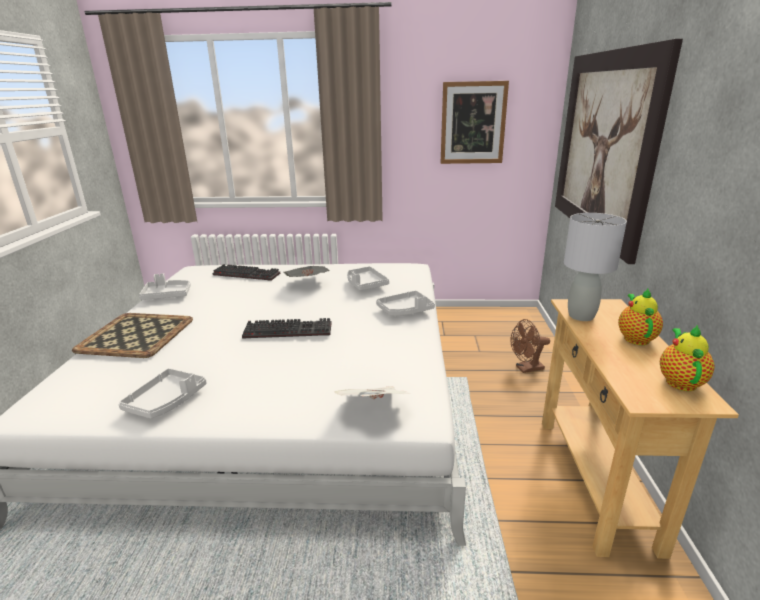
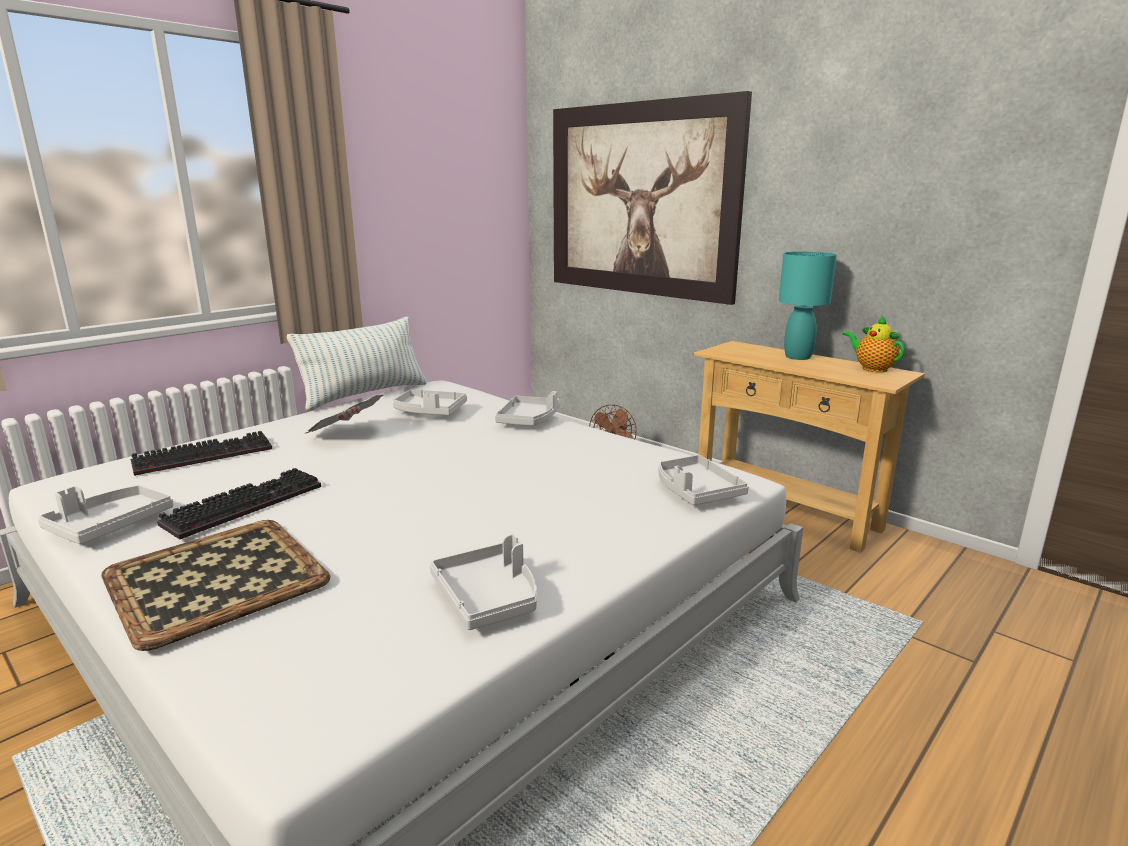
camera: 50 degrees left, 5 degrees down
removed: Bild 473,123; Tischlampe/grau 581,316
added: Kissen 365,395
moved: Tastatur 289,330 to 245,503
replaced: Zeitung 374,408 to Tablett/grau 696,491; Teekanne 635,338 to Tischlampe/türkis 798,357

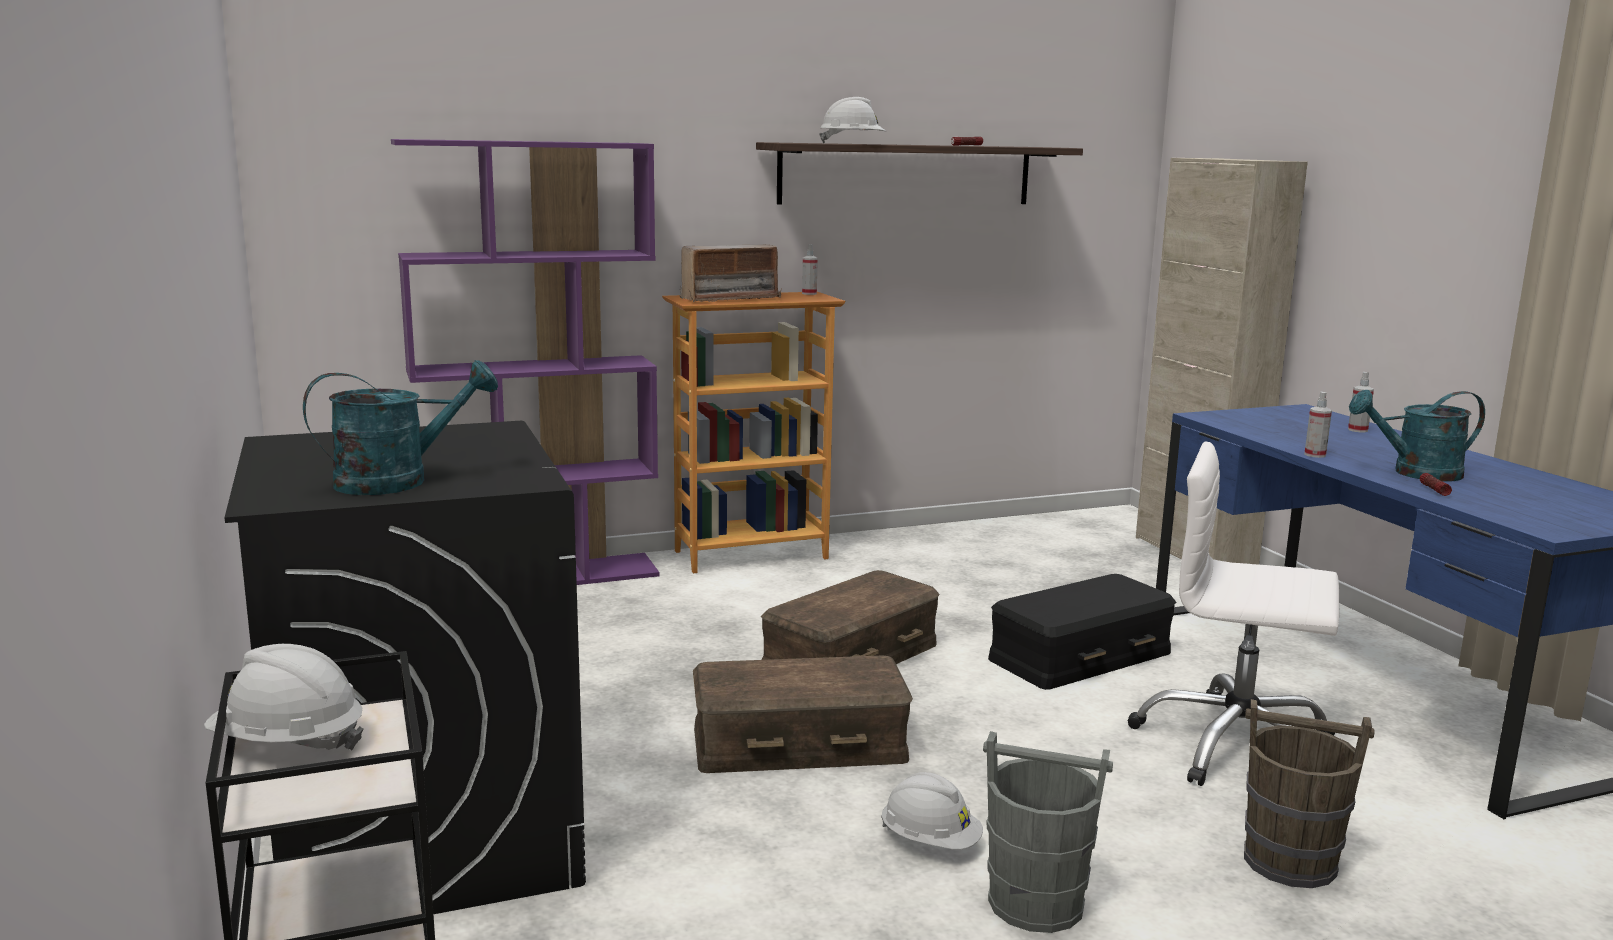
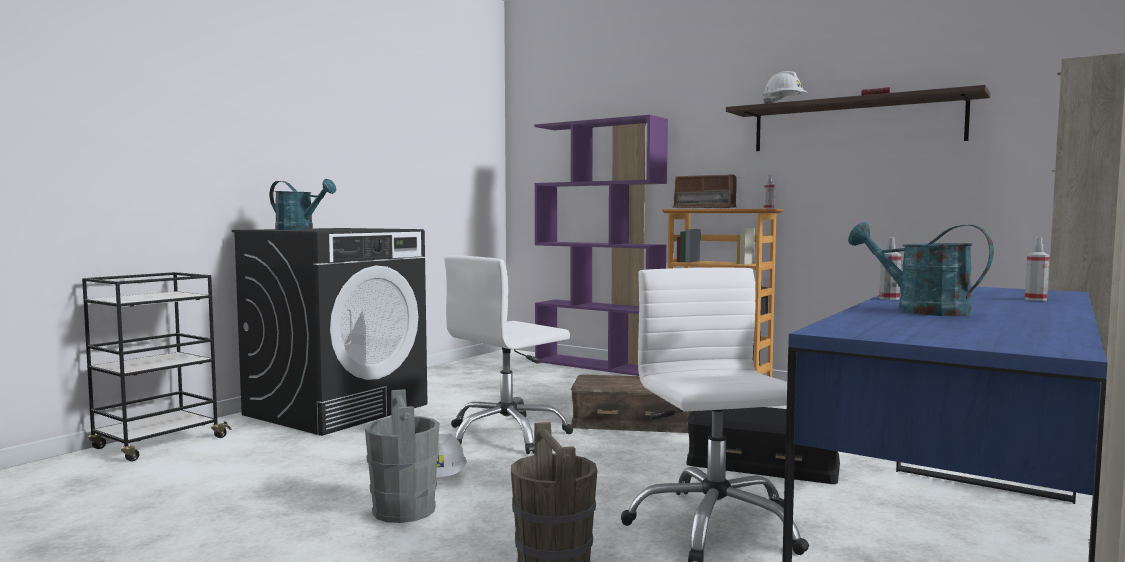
camera: 55 degrees right, 10 degrees down
removed: Schutzhelm/weiß 288,744; Taschenlampe 1434,490
replaced: Aufbewahrungsbox/braun 799,744 to Bürostuhl/weiß 507,435

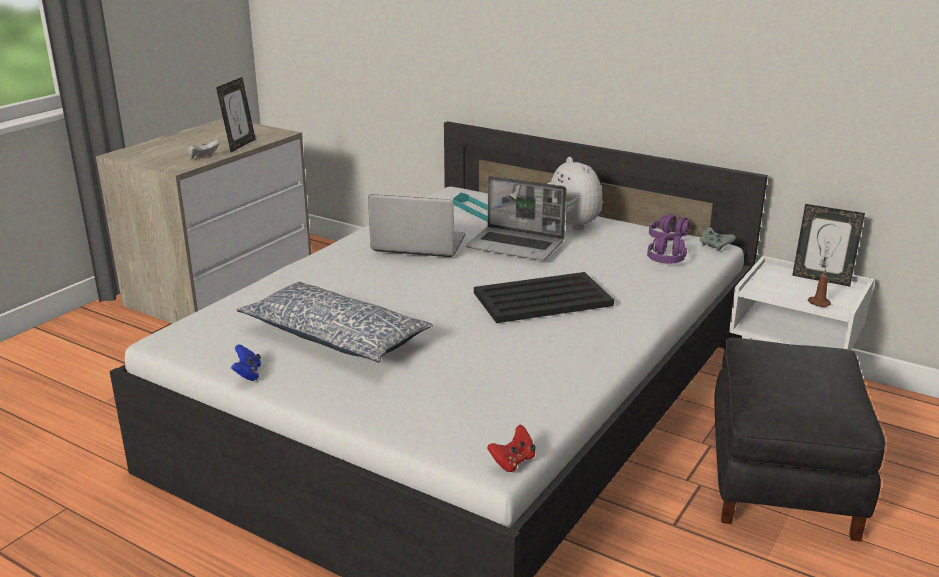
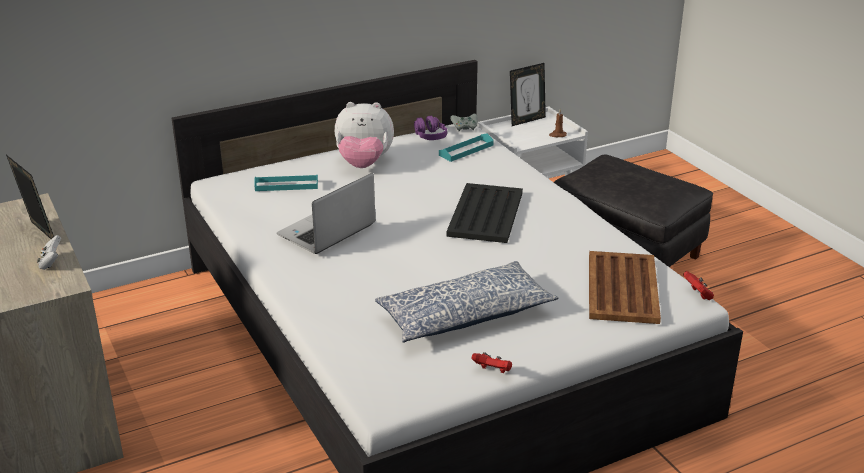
camera: 60 degrees left, 5 degrees up
removed: Laptop 516,246
added: Tablett/braun 622,287
replaced: Kopfhörer/lila 666,259 to Tablett/türkis 466,150
recoloured: Gamepad/blau 248,374 to Gamepad/rot 492,371

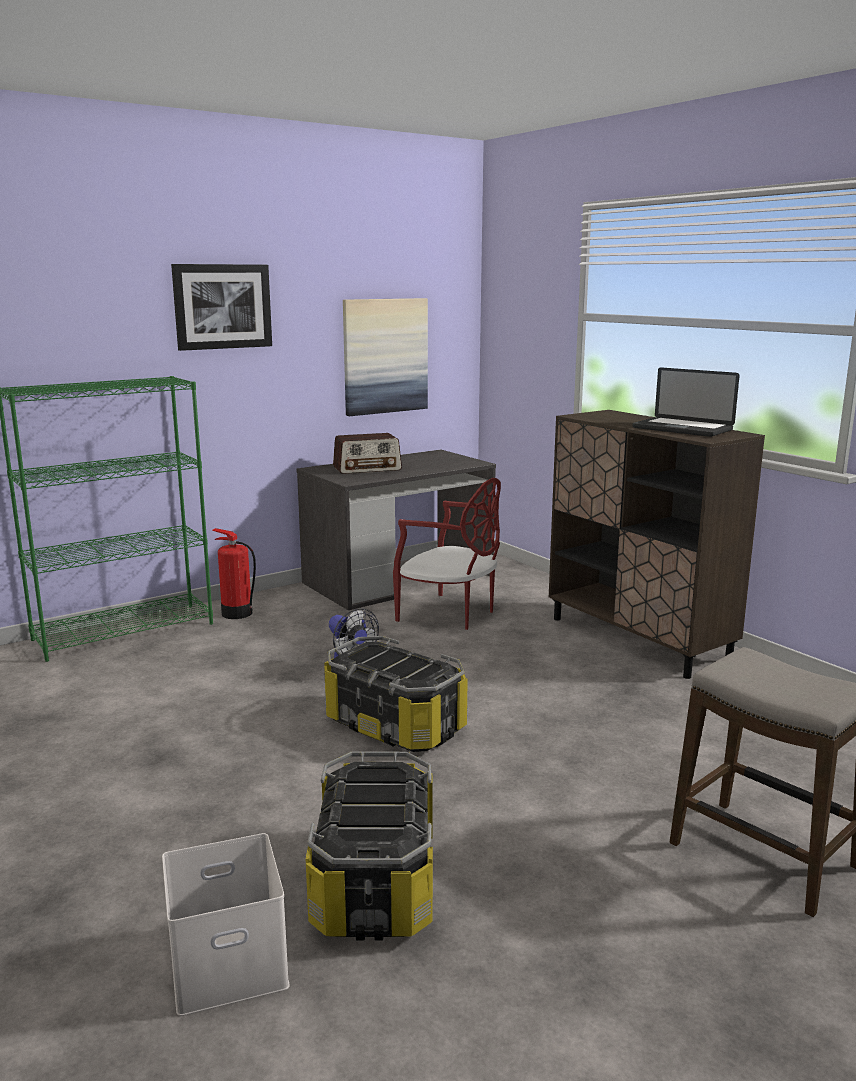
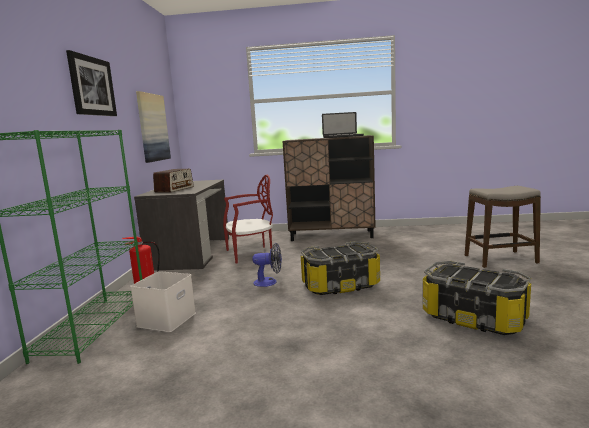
camera: 50 degrees left, 5 degrees down
moved: Aufbewahrungsbox/weiß 230,961 to 166,319

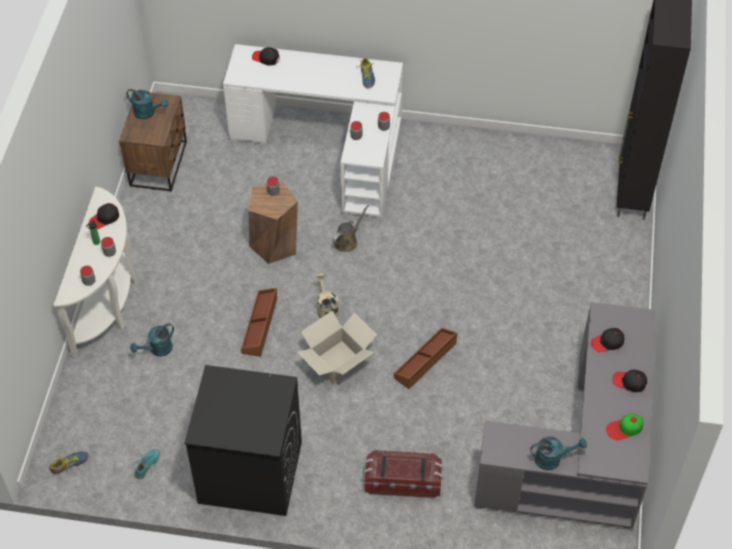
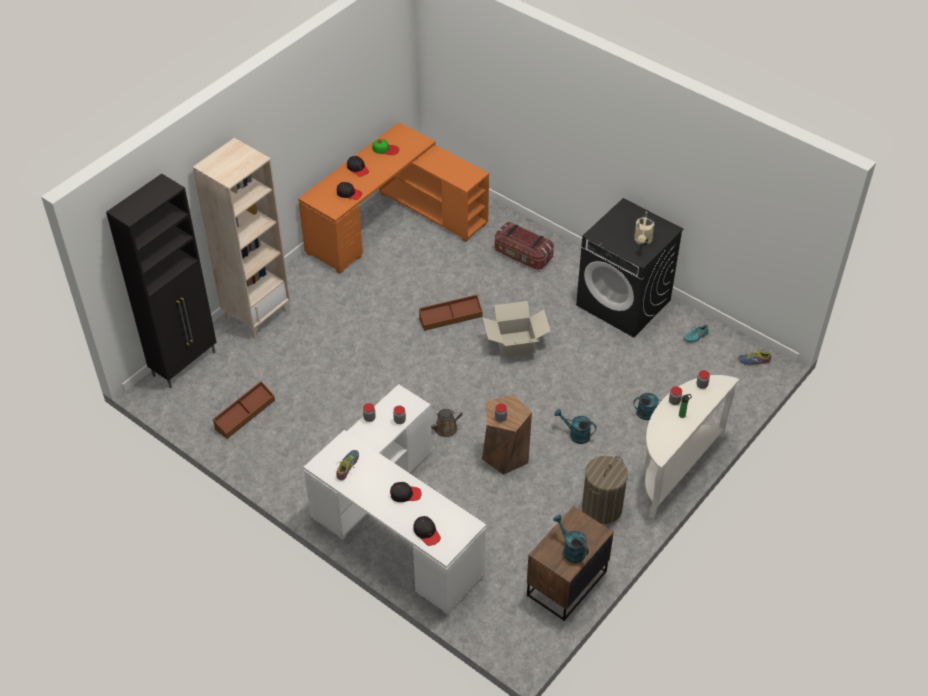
camera: 150 degrees left, 5 degrees down
added: Bücherregal/beige 257,314; Wäschekorb 602,508
moved: Kappe/schwarz 104,218 to 405,494; Aufbewahrungsbox/braun 260,326 to 244,414; Gießkanne/beige 326,308 to 642,241; Gießkanne/türkis 552,459 to 576,434
recoloured: Schreibtisch/grau 582,454 to Schreibtisch/orange 393,223

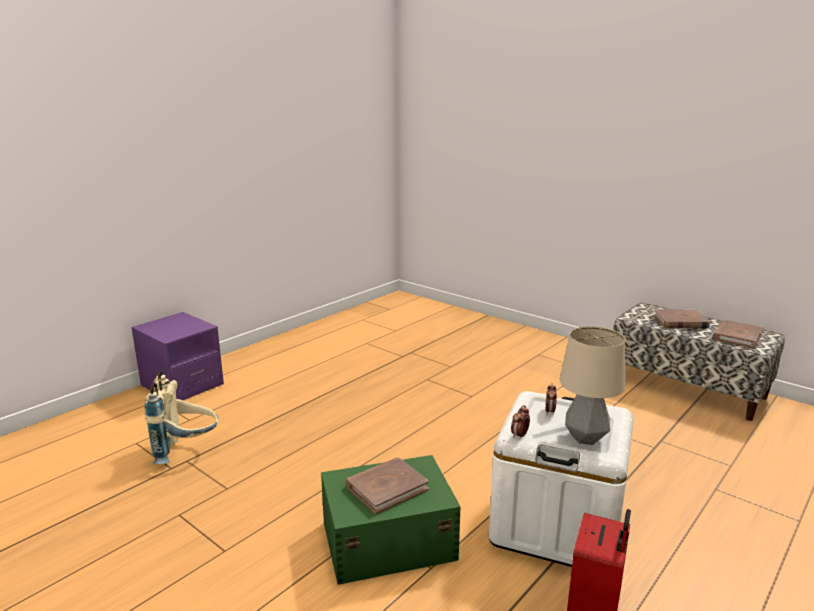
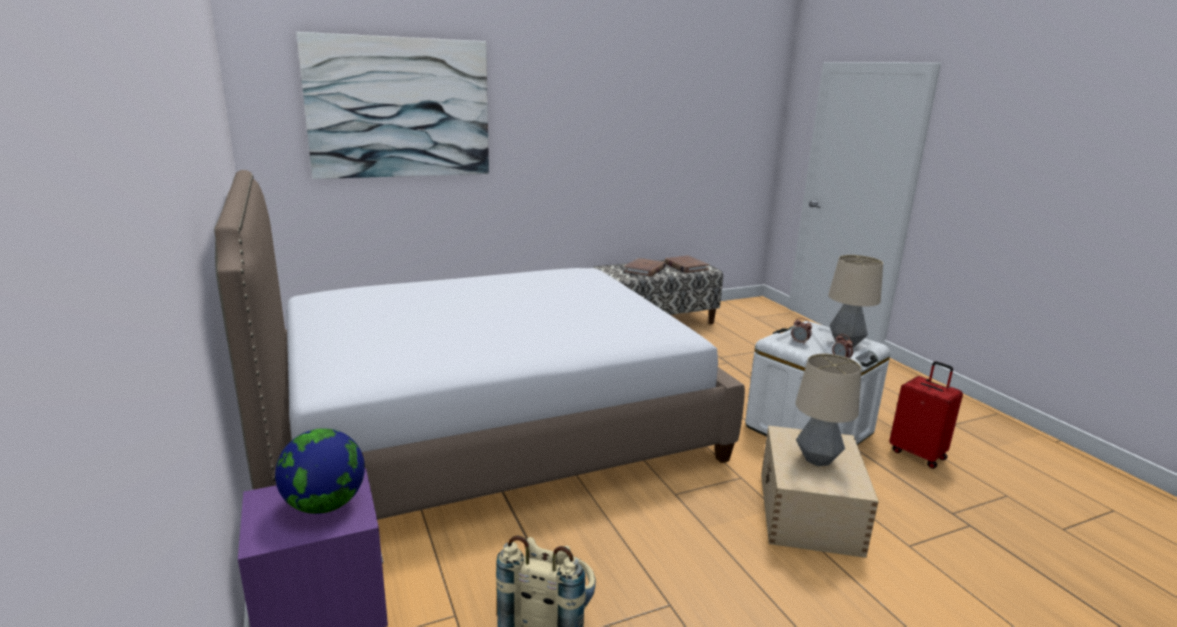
camera: 65 degrees left, 0 degrees up
added: Bett 485,428; Globus 325,505; Bild 400,108
replaced: Buch/braun 386,488 to Tischlampe 817,459
recoloured: Aufbewahrungsbox/grün 386,540 to Aufbewahrungsbox/beige 808,513

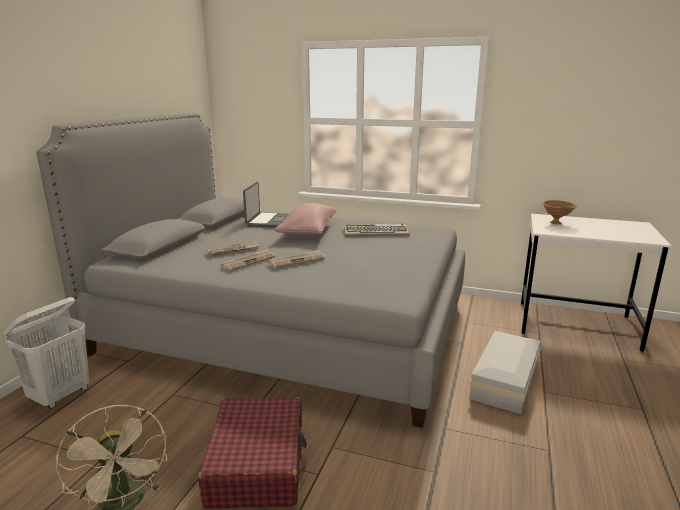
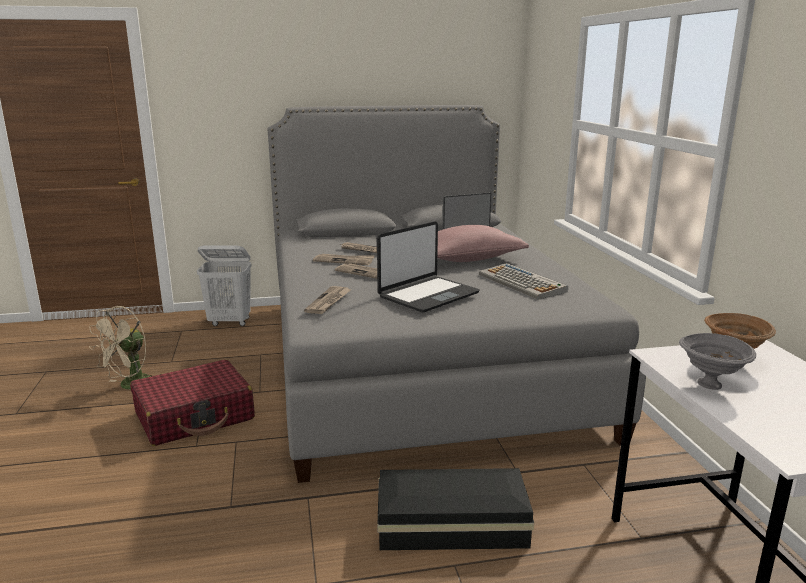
camera: 60 degrees right, 0 degrees up
added: Zeitung 329,302; Laptop 427,295; Schüssel/grau 711,385
recoloured: Aufbewahrungsbox/weiß 506,380 to Aufbewahrungsbox/schwarz 454,526

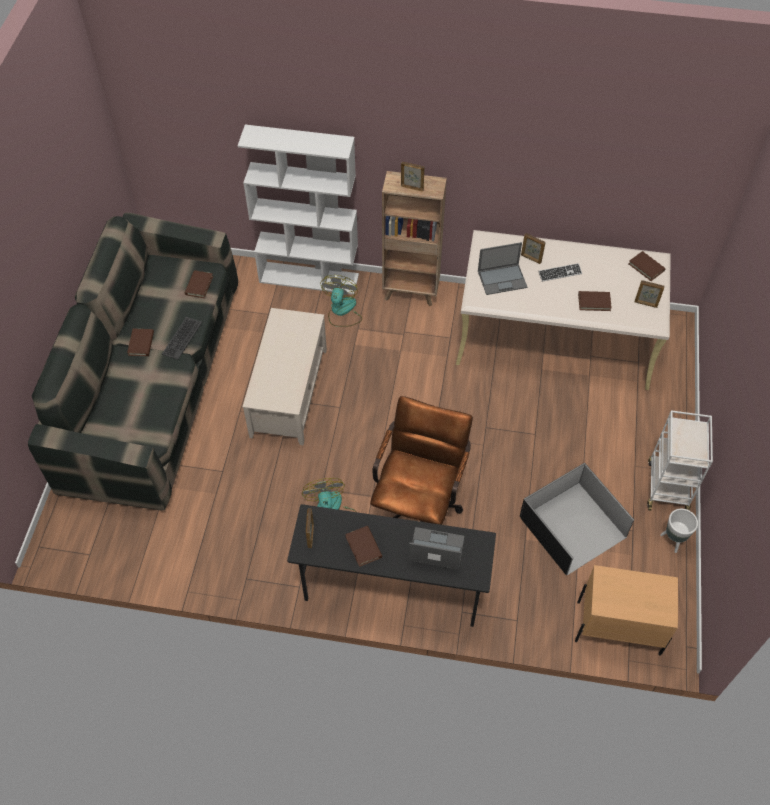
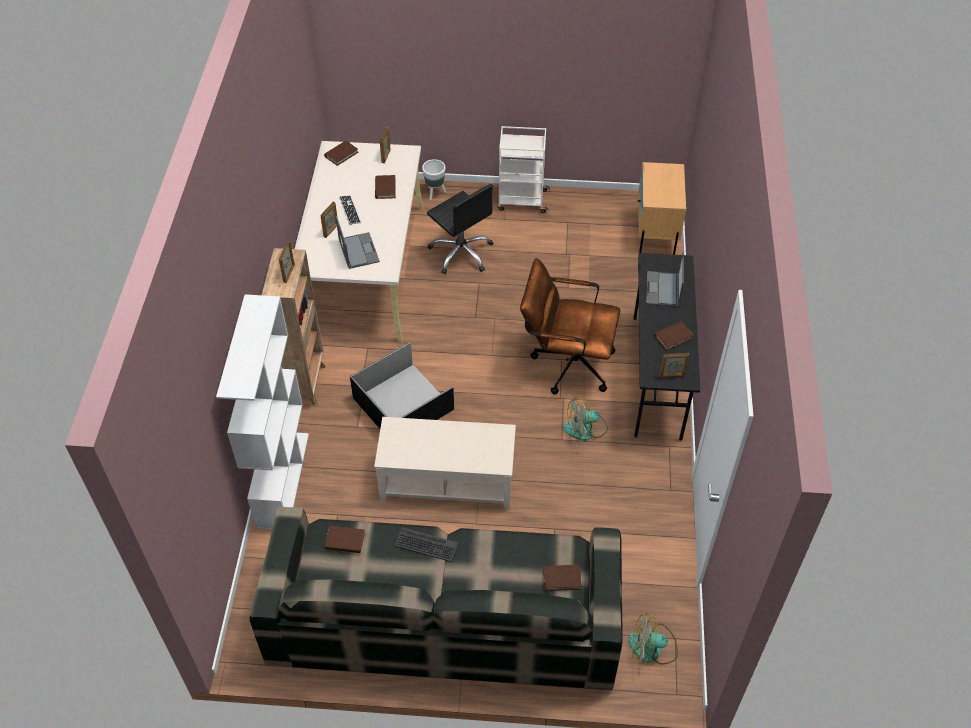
camera: 95 degrees left, 5 degrees down
added: Bürostuhl/schwarz 461,253
moved: Buch/braun 141,343 to 562,578; Ventilator 342,311 to 652,648; Aufbewahrungsbox/schwarz 571,527 to 404,404; Pflanzkübel/weiß 673,540 to 435,193

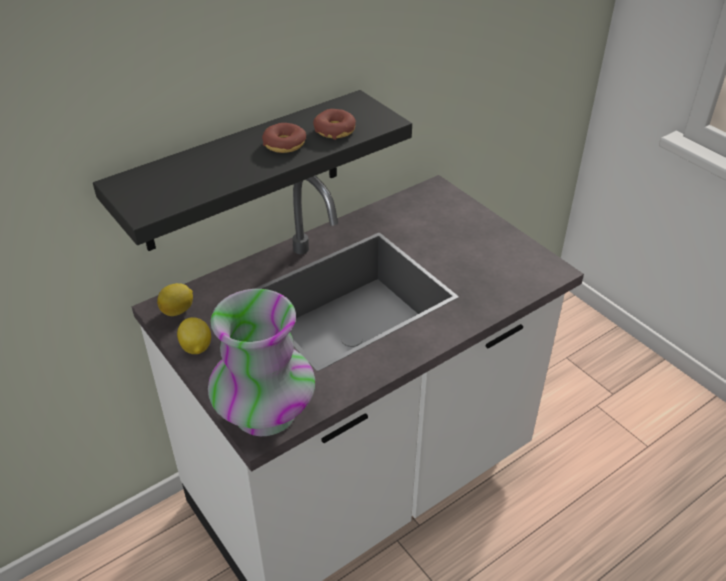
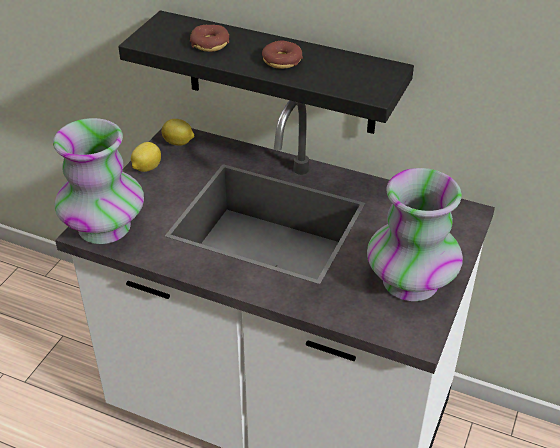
camera: 60 degrees right, 0 degrees up
added: Vase 409,282
moved: Donut 334,130 to 210,44

